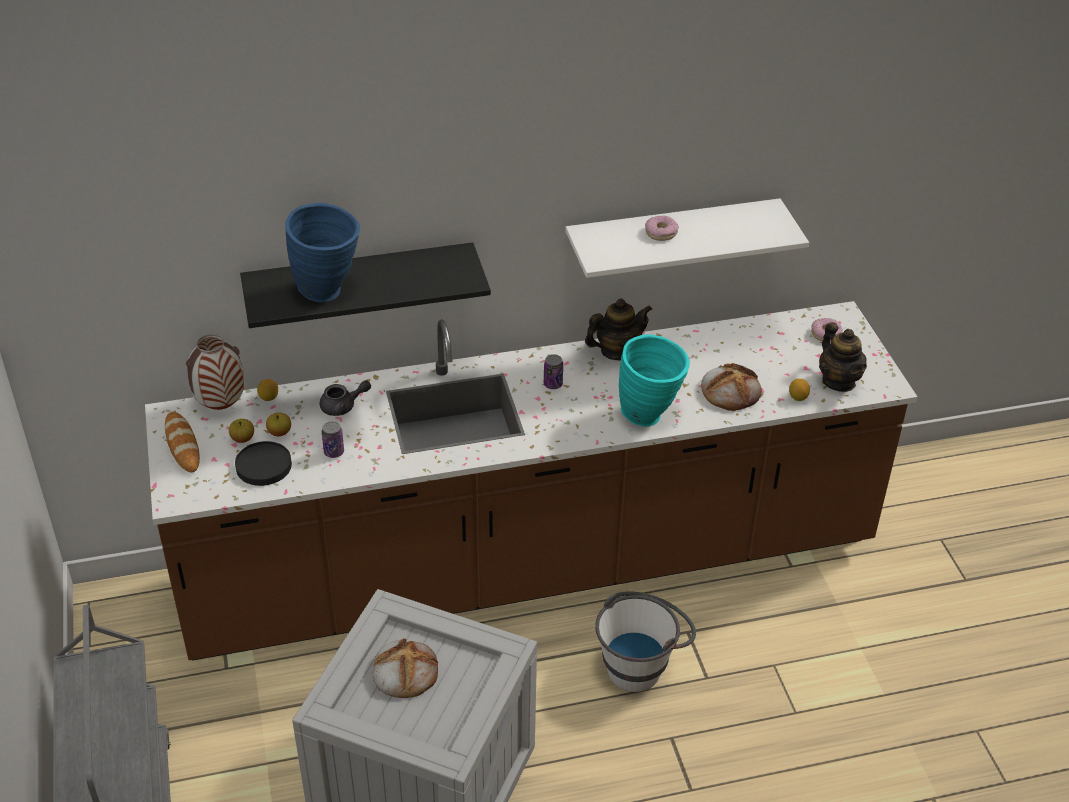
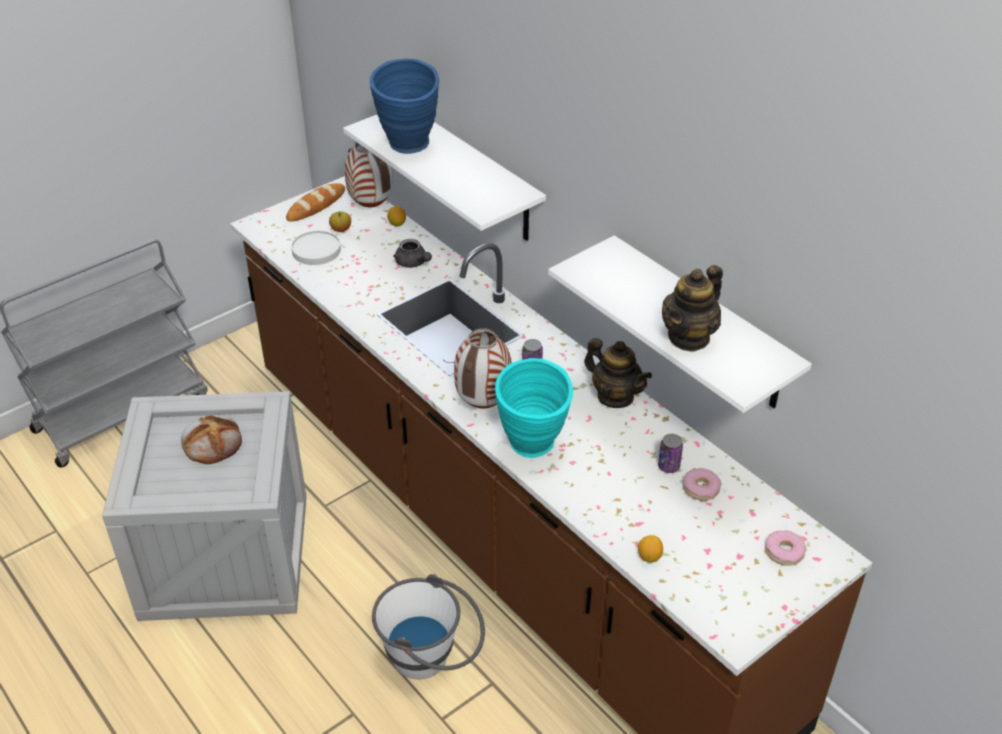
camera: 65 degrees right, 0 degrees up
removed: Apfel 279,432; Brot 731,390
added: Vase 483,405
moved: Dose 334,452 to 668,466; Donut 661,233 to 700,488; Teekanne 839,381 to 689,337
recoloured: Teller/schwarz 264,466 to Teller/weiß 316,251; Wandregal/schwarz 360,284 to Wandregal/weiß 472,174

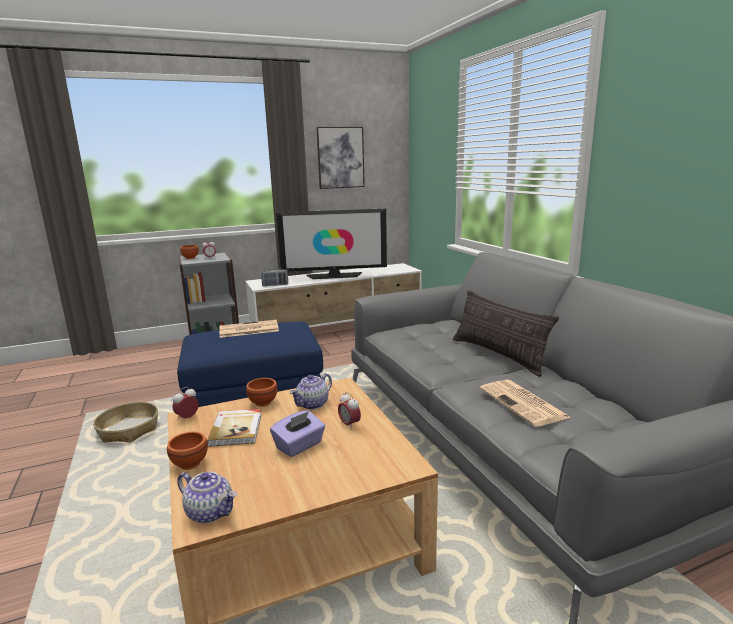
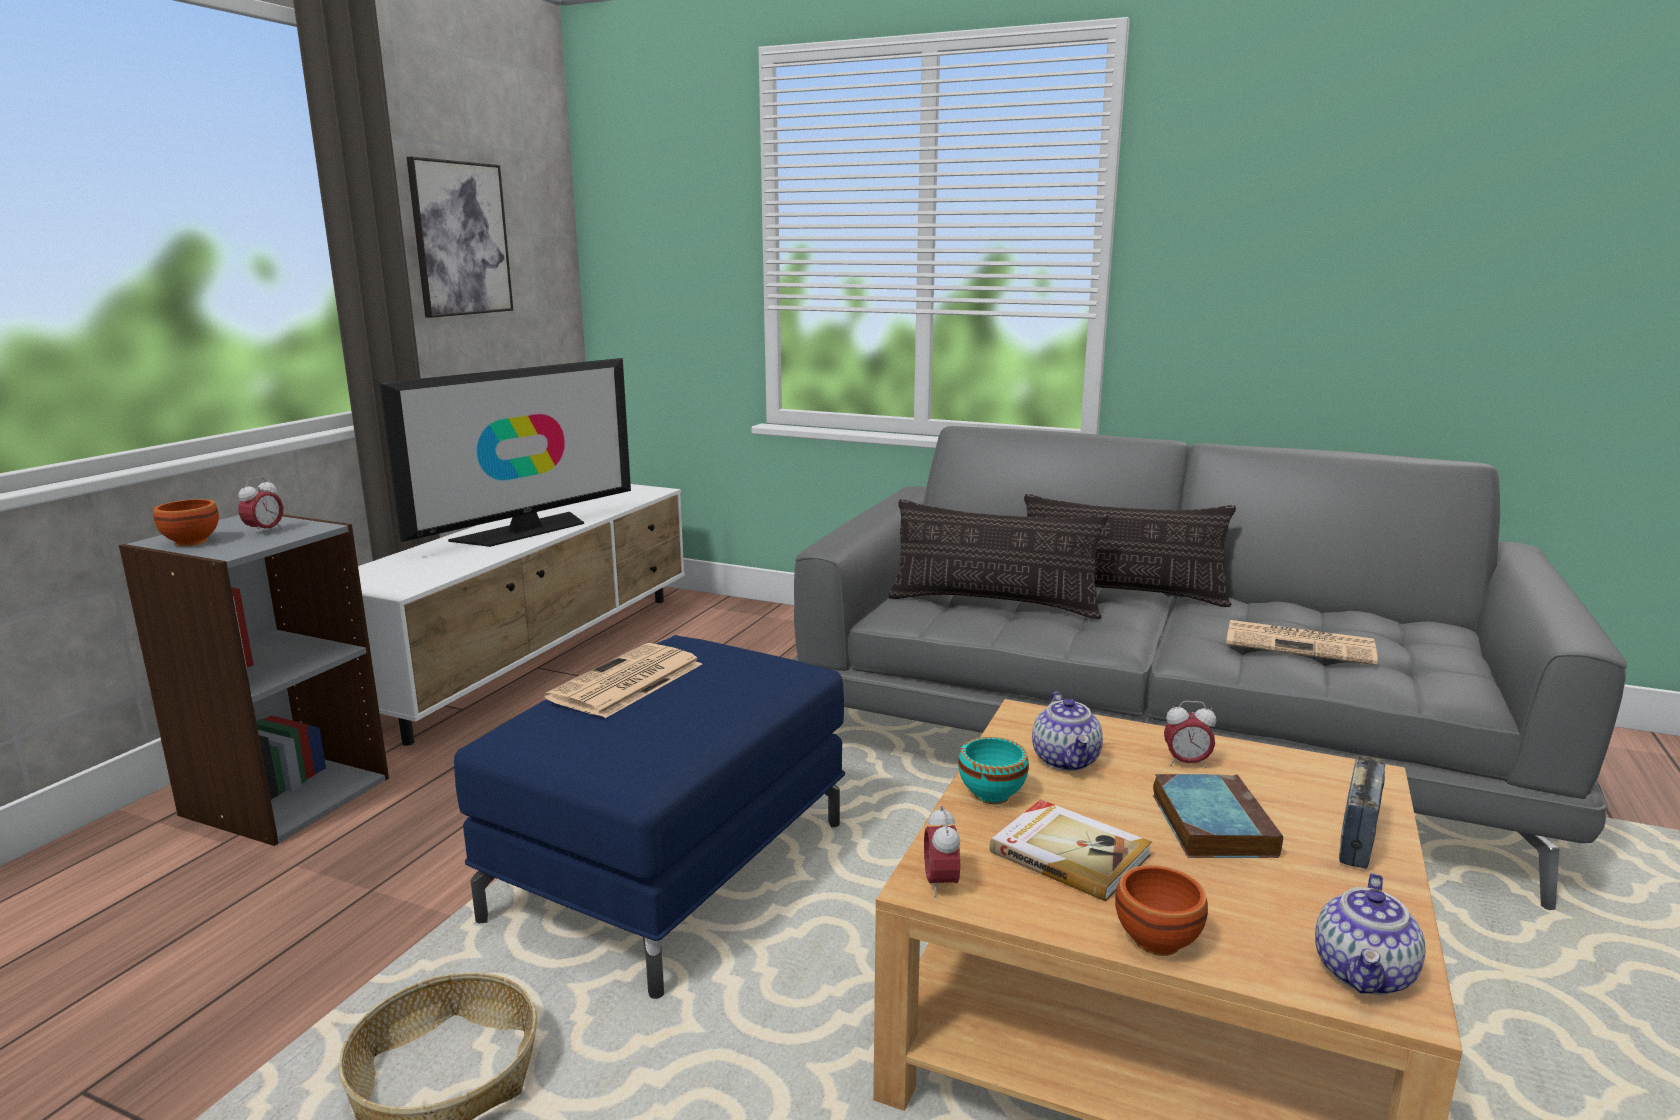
camera: 45 degrees left, 0 degrees up
added: Kissen 993,604
moved: Radio 275,285 to 1357,840
replaced: Taschentuchbox/lila 299,446 to Buch 1210,823
recoloured: Schüssel/braun 262,403 to Schüssel/türkis 991,796
turned: Teekanne 210,512 = 1365,974 135 degrees clockwise

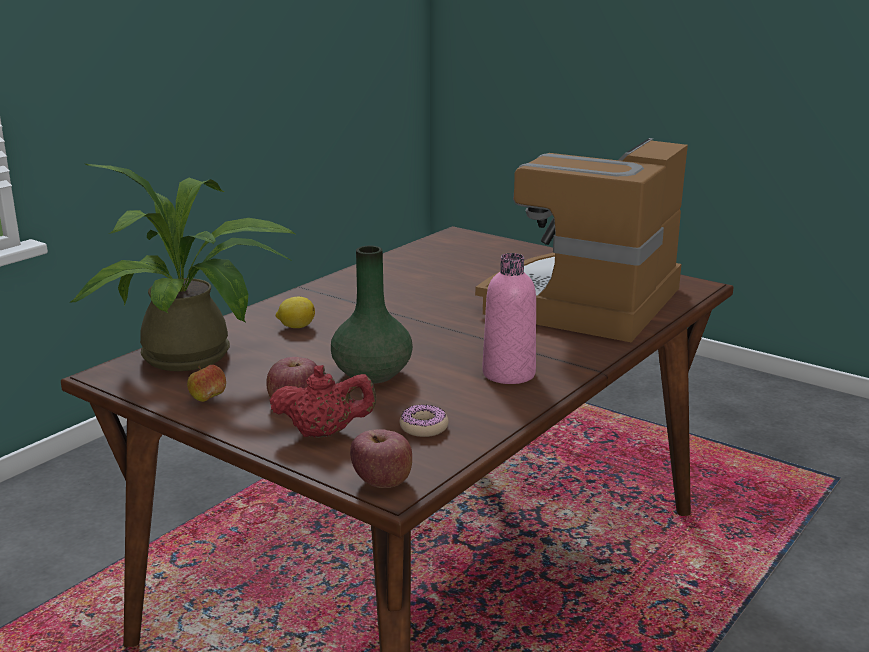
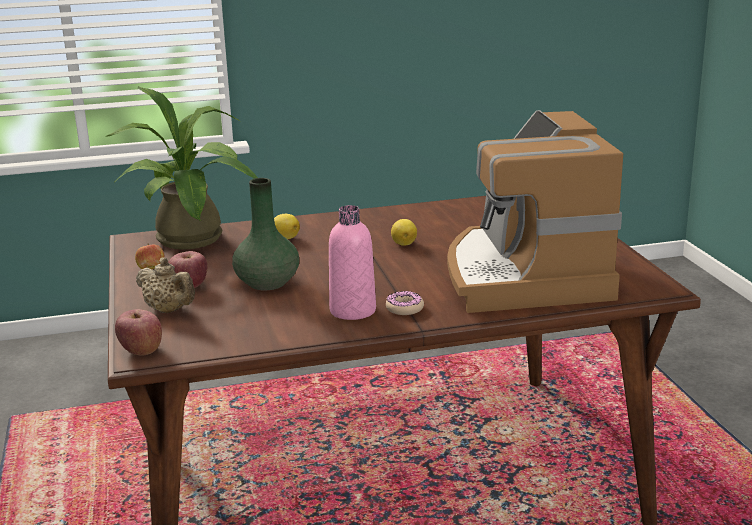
camera: 40 degrees right, 0 degrees up
added: Zitrone 404,244
moved: Donut 424,427 to 404,308
recoloured: Teekanne/rot 324,433 to Teekanne/beige 169,310
turned: Kaffeemaschine 585,302 = 524,276 75 degrees counterclockwise

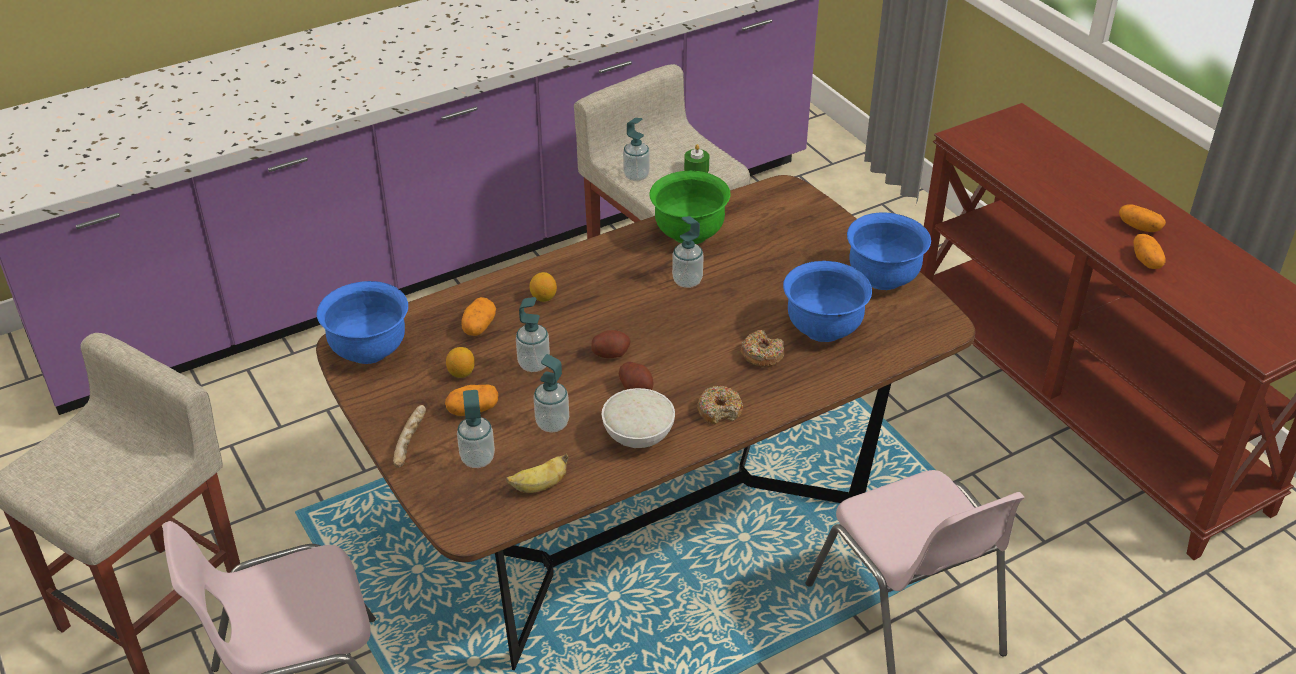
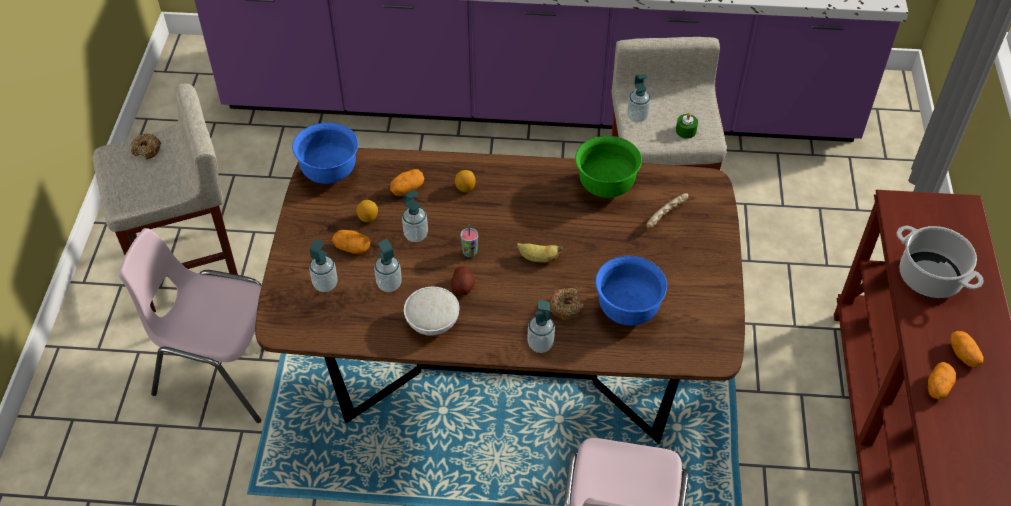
camera: 35 degrees right, 10 degrees up
removed: Schüssel/blau 883,278
added: Kochtopf 931,277
moved: Brot 411,443 to 667,215; Banane 539,486 to 538,258; Seifenspender 687,281 to 540,344; Donut 719,411 to 147,150
replaced: Kartoffel 611,353 to Tasse 470,253

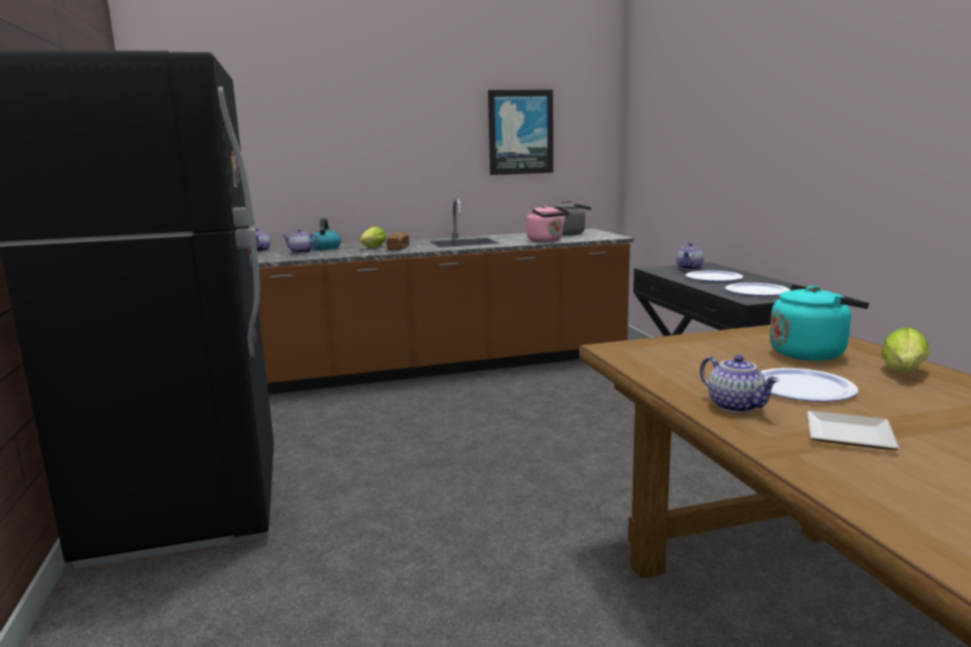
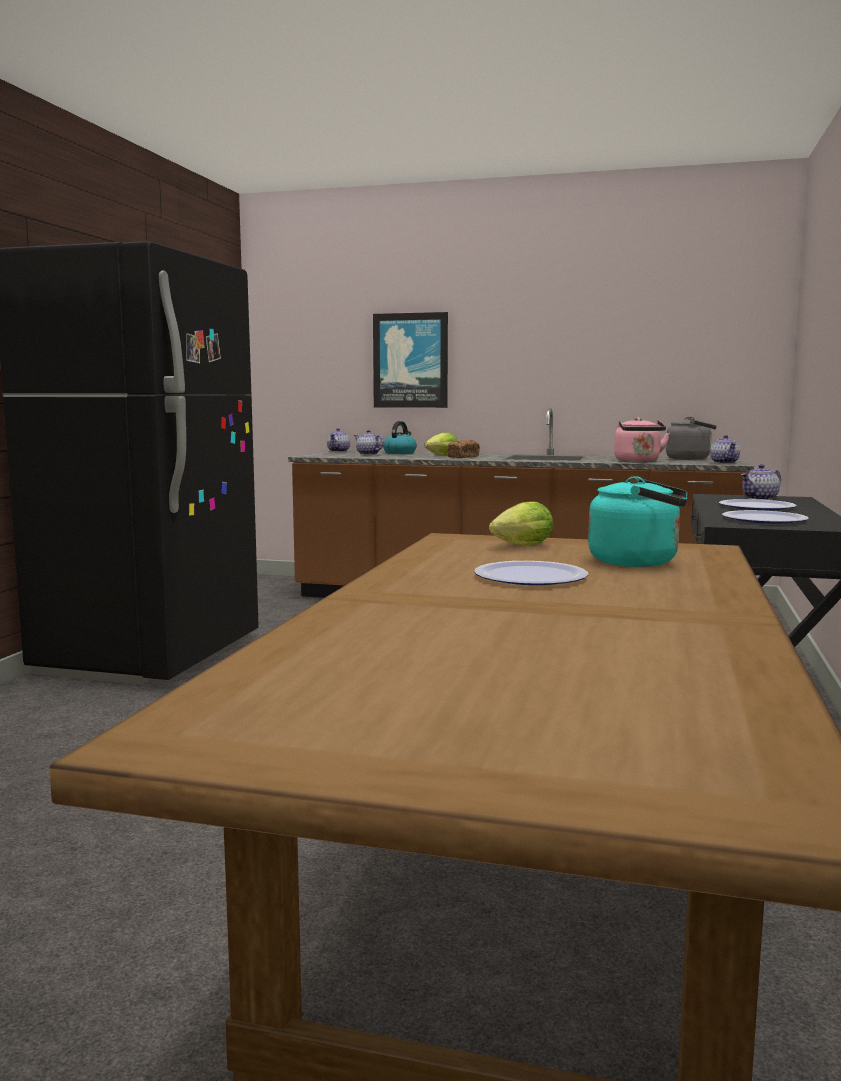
camera: 30 degrees right, 5 degrees down
removed: Teller 852,434
moved: Bild 520,132 to 410,360; Teekanne 736,406 to 725,463; Salatkopf 903,373 to 519,546

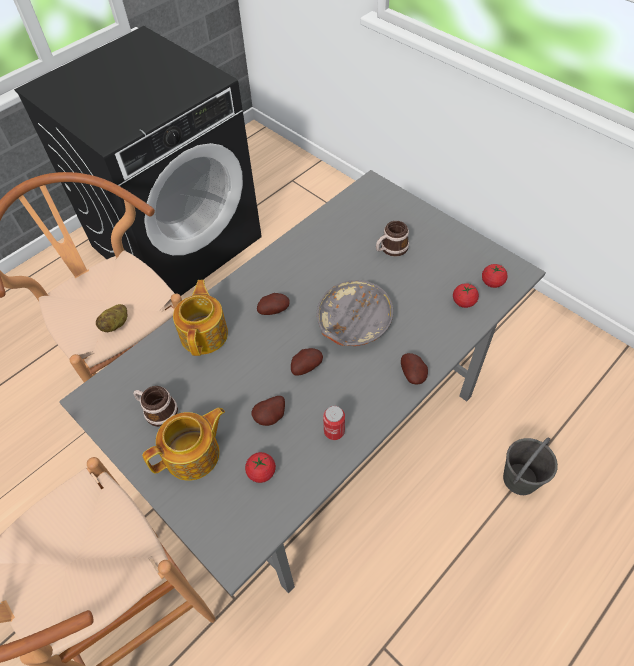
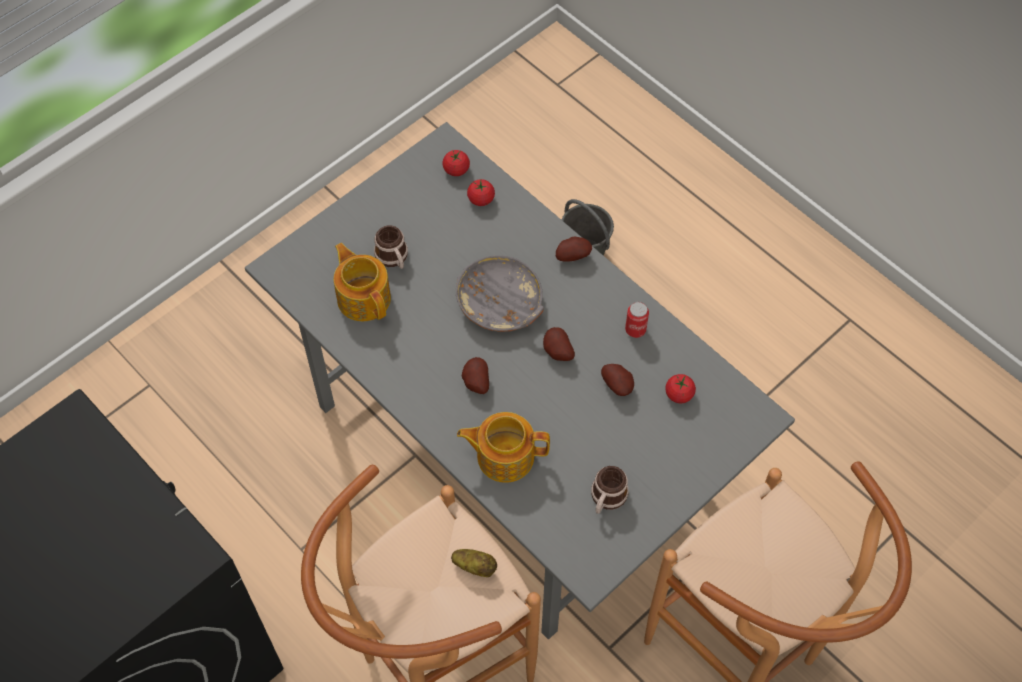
camera: 90 degrees left, 5 degrees up
moved: Teekanne 194,454 to 364,297

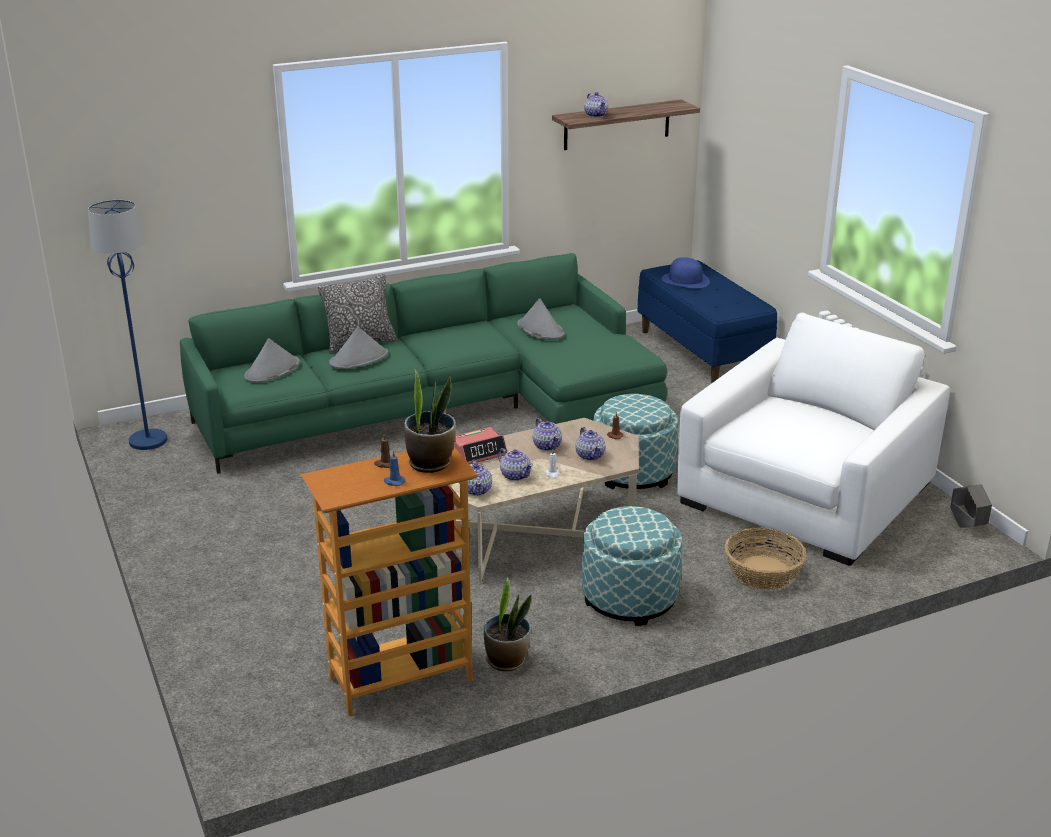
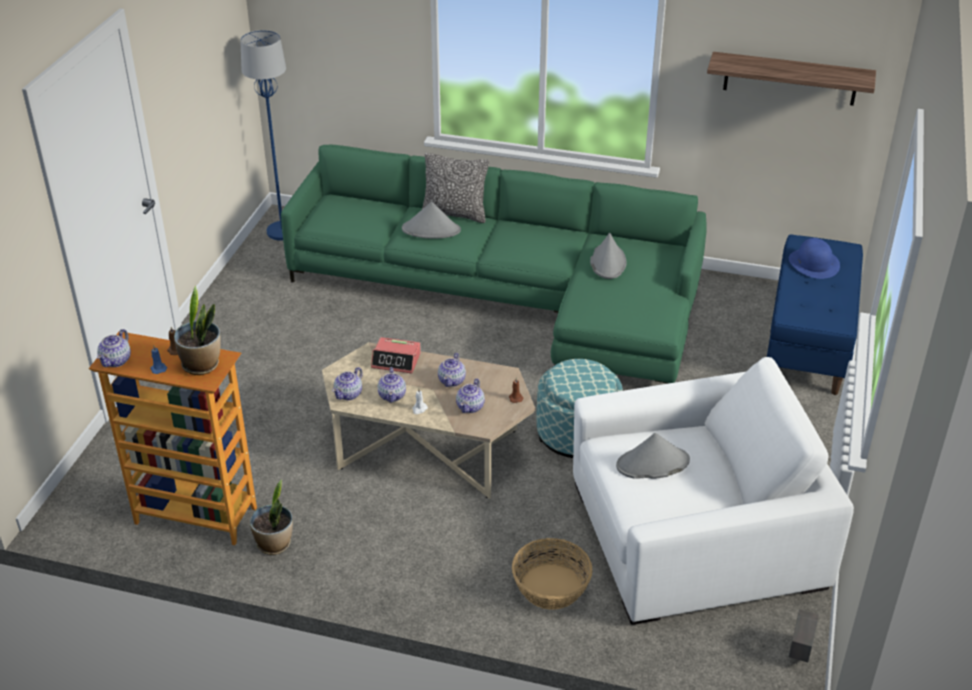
camera: 40 degrees right, 10 degrees up
removed: Polsterhocker 629,598
moved: Hut/grau 272,371 to 652,464; Teekanne 596,115 to 116,360

